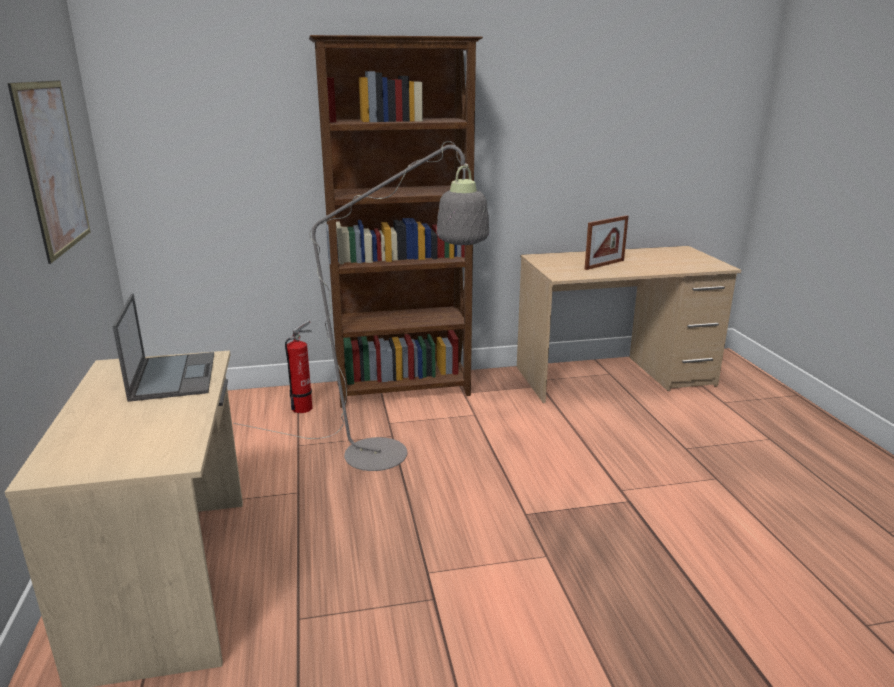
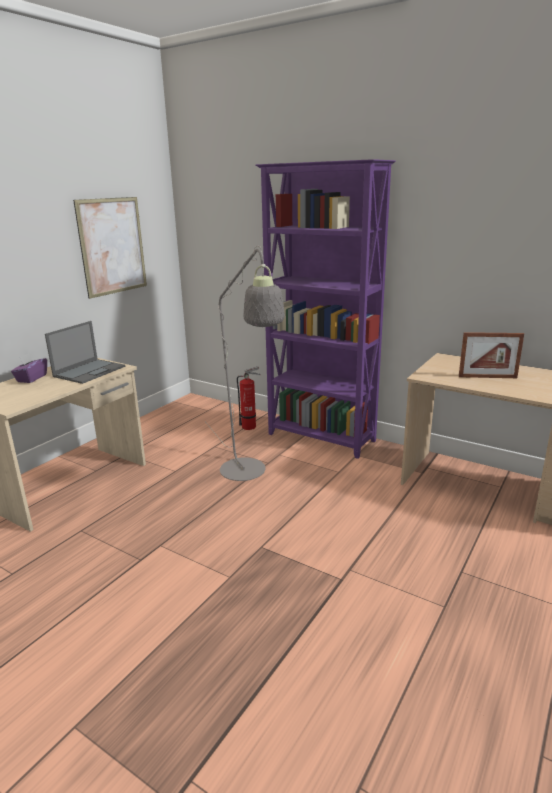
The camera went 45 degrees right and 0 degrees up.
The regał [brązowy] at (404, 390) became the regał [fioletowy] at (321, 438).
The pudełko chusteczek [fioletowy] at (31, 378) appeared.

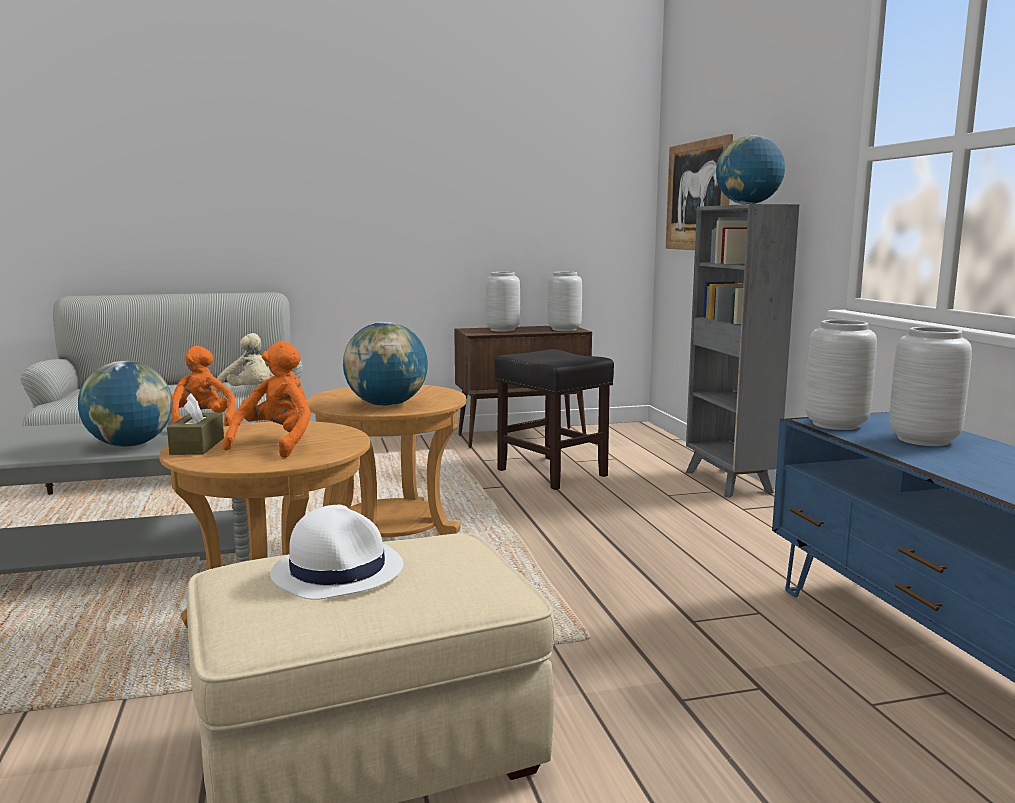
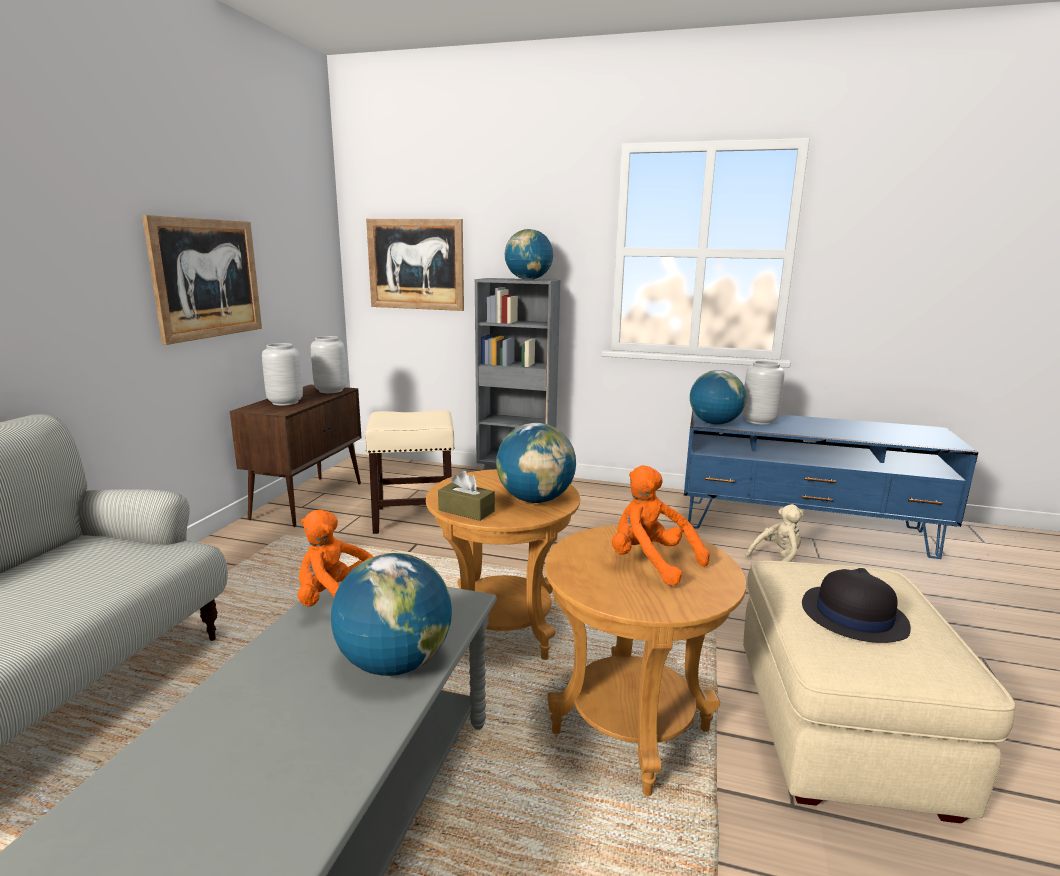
The camera went 60 degrees left and 5 degrees up.
The pudełko chusteczek [brązowy] moved from (197, 446) to (466, 511).
The pluszak [beżowy] moved from (249, 392) to (777, 559).
The kapelusz [biały] at (338, 570) became the kapelusz [czarny] at (852, 615).
The stołek [czarny] at (553, 473) became the stołek [beżowy] at (415, 518).
The wazon [szary] at (834, 424) was replaced by the globus at (714, 423).
The obraz at (207, 278) appeared.

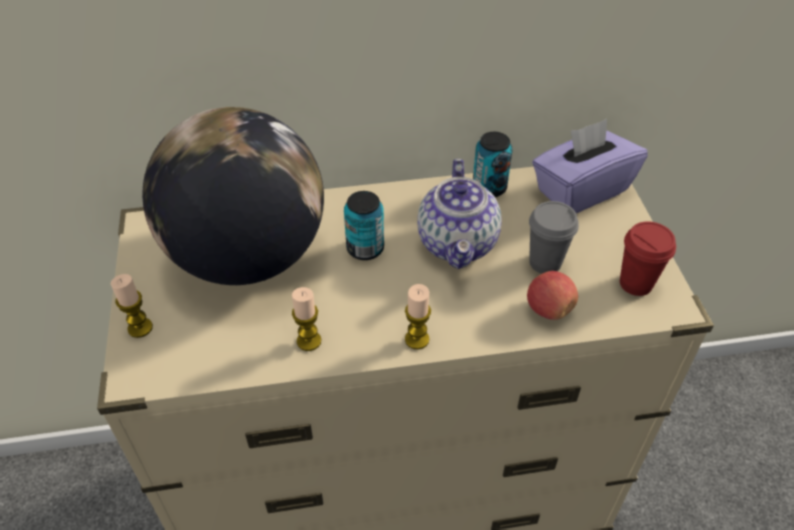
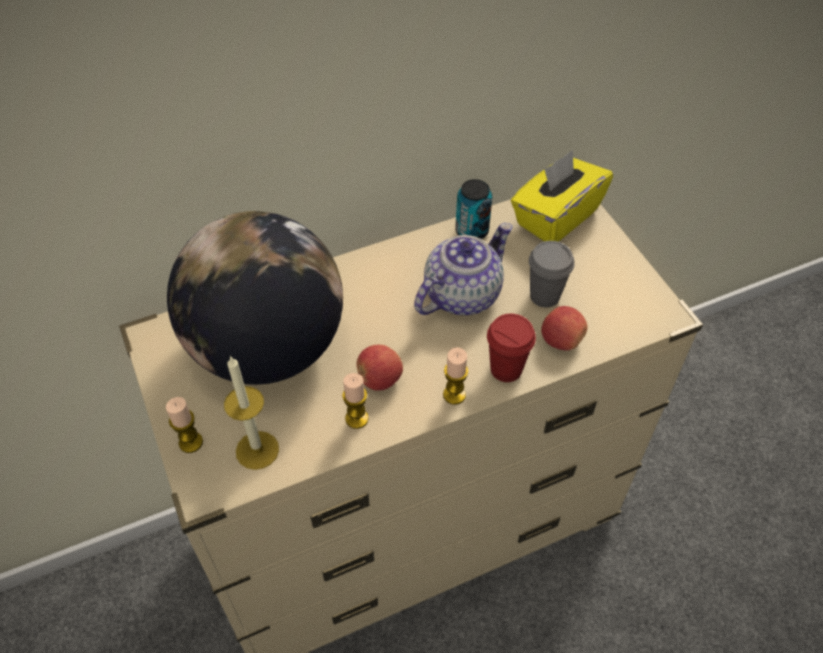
The camera went 15 degrees left and 5 degrees up.
The puszka at (365, 248) disappeared.
The imbryk at (458, 244) turned 120 degrees counterclockwise.
The pudełko chusteczek [fioletowy] at (581, 190) became the pudełko chusteczek [żółty] at (556, 217).
The filiżanka [czerwony] moved from (635, 283) to (506, 369).
The świeca at (257, 450) appeared.
The jabłko at (379, 379) appeared.

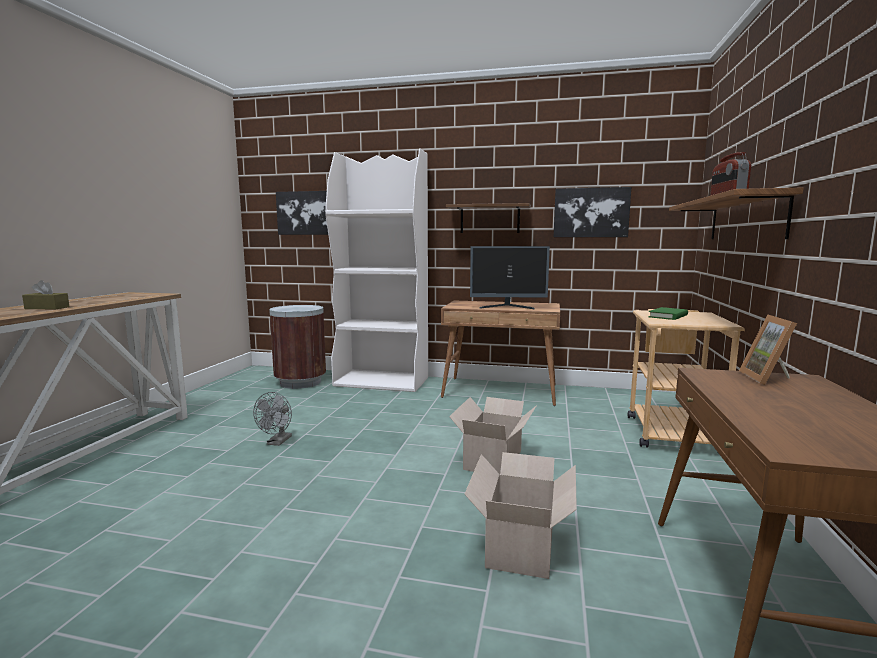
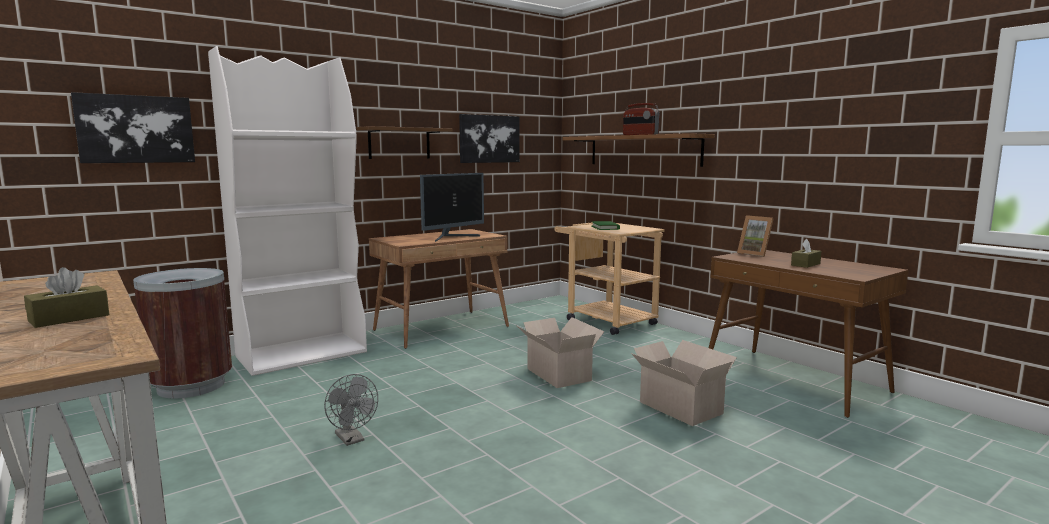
The camera went 50 degrees left and 0 degrees up.
The pudełko chusteczek [brązowy] at (805, 264) appeared.

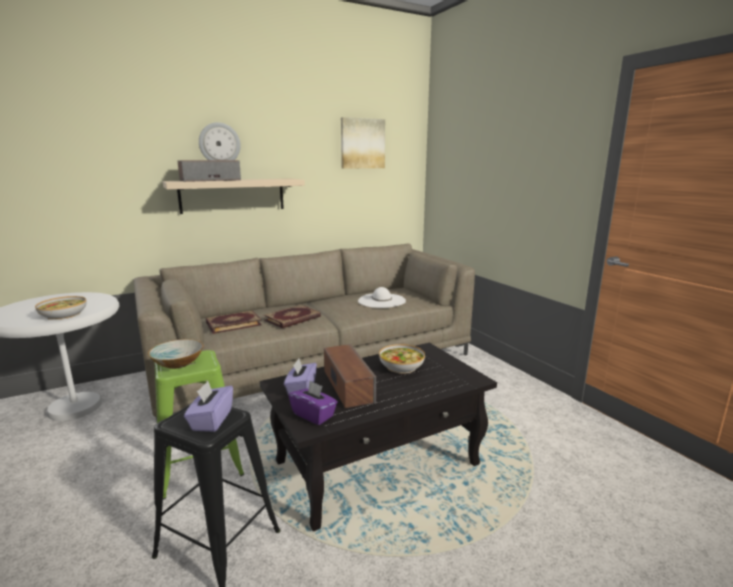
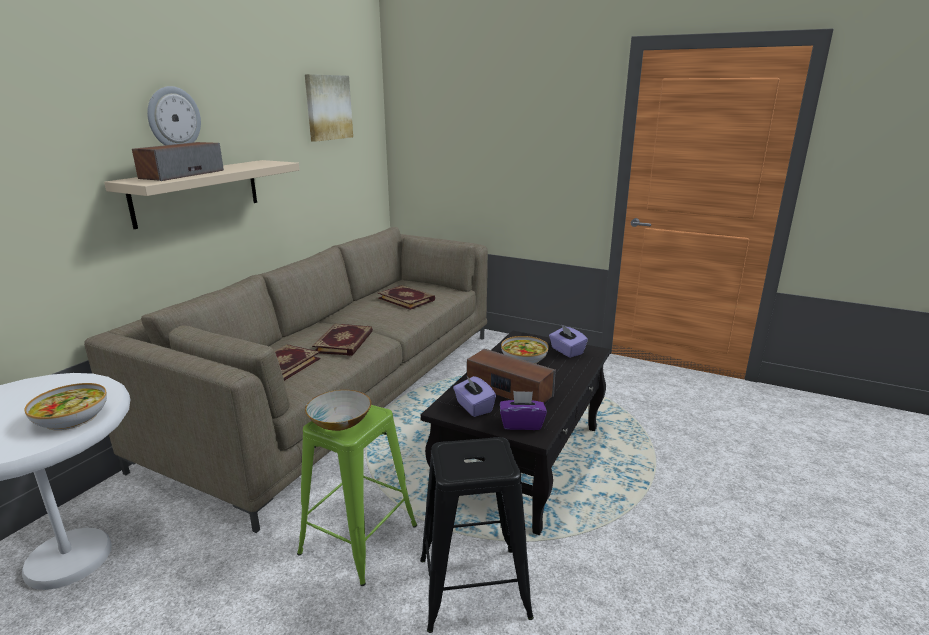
The camera went 35 degrees left and 5 degrees up.
The pudełko chusteczek [fioletowy] moved from (211, 420) to (566, 351).
The kapelusz [biały] at (381, 300) was replaced by the książka at (407, 299).

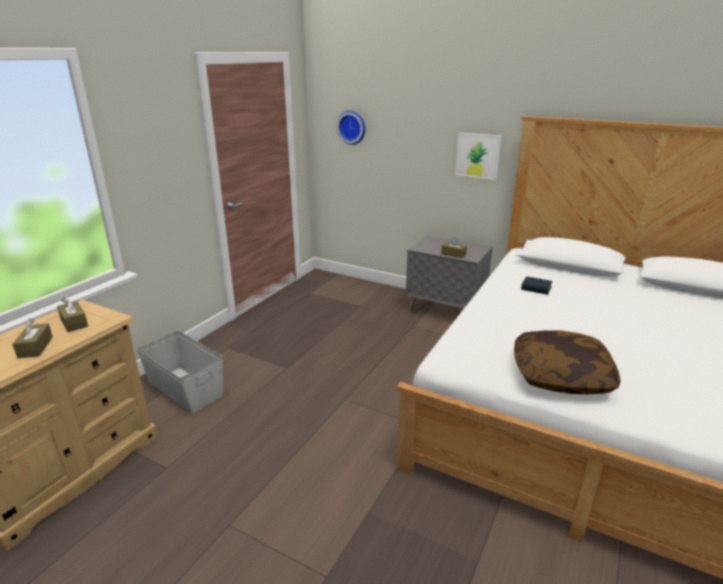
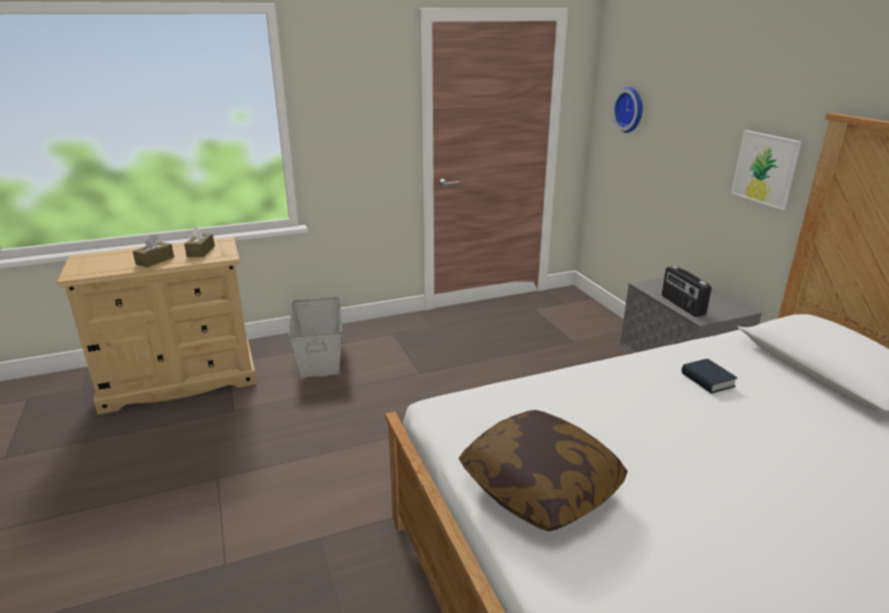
The camera went 40 degrees right and 0 degrees up.
The pudełko chusteczek [brązowy] at (453, 254) was replaced by the radio at (682, 305).

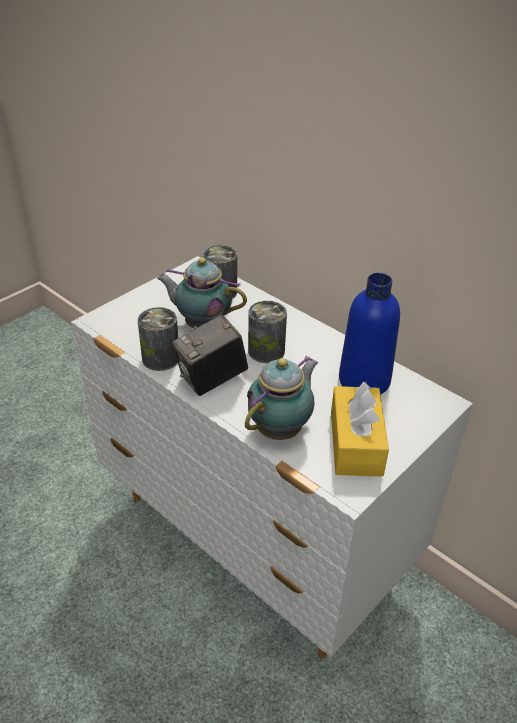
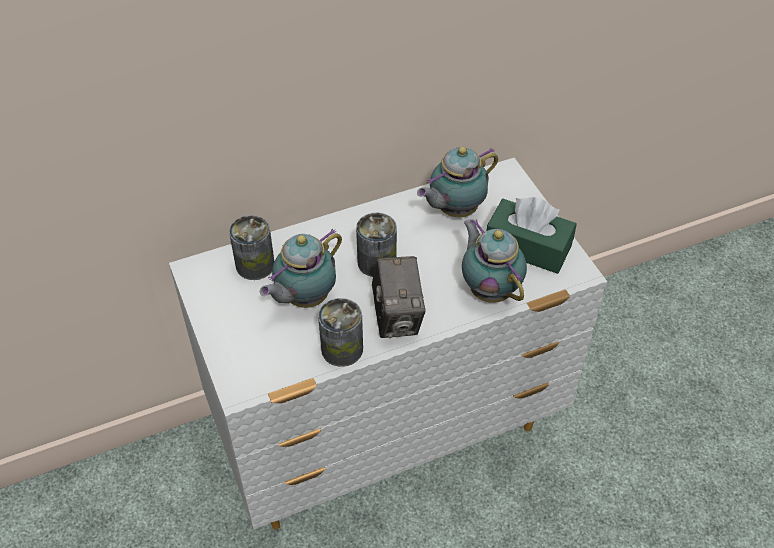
The camera went 65 degrees left and 10 degrees up.
The pudełko chusteczek [żółty] at (356, 443) became the pudełko chusteczek [zielony] at (528, 247).
The butelka [niebieski] at (364, 380) was replaced by the imbryk at (454, 210).

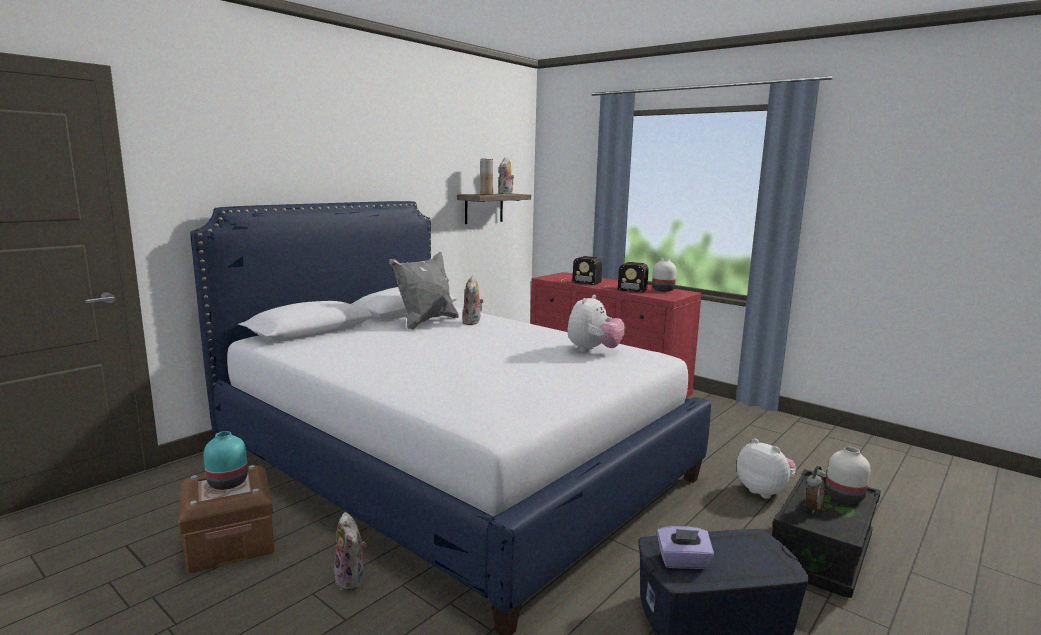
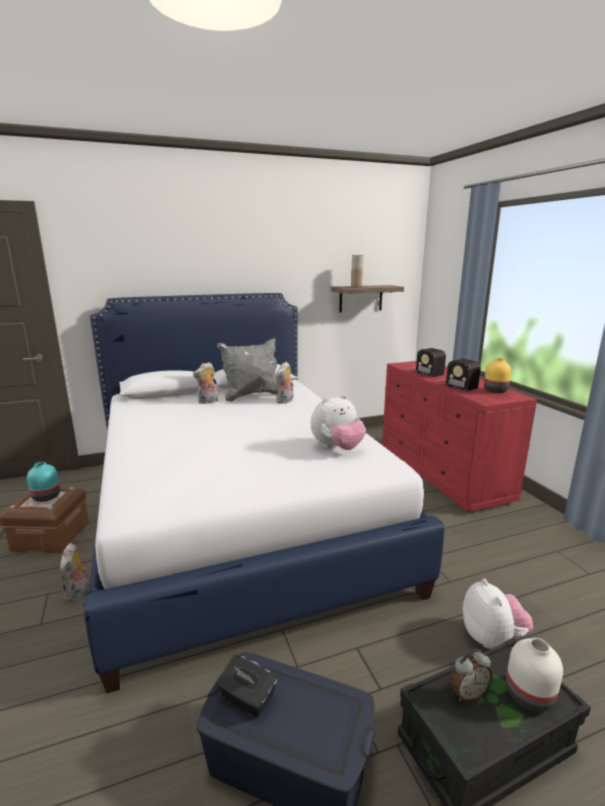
The camera went 30 degrees right and 5 degrees up.
The pluszak moved from (506, 193) to (208, 402).
The wazon [biały] at (662, 290) became the wazon [żółty] at (495, 390).
The pudełko chusteczek [fioletowy] at (683, 562) became the pudełko chusteczek [czarny] at (247, 698).

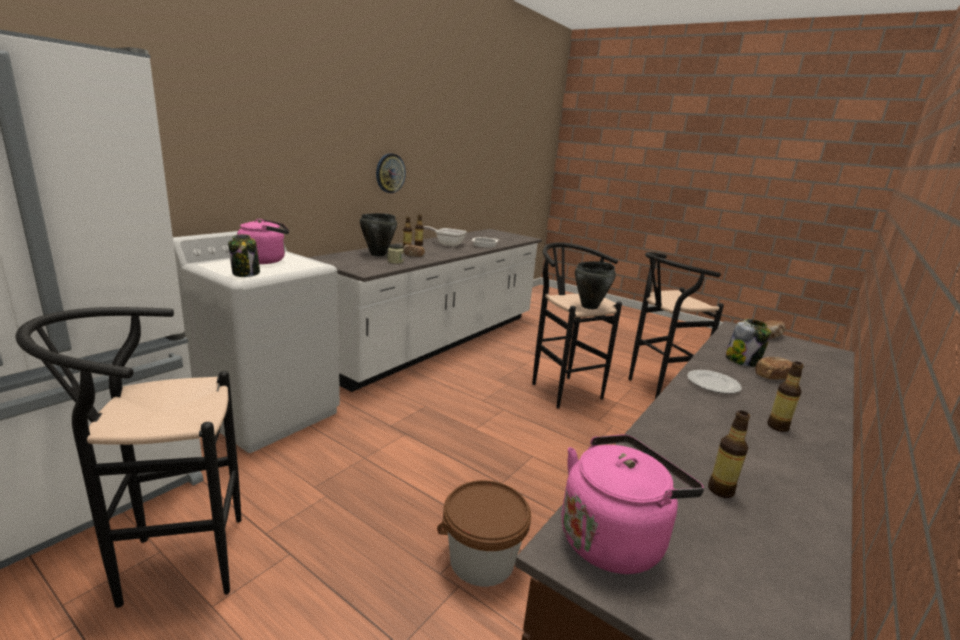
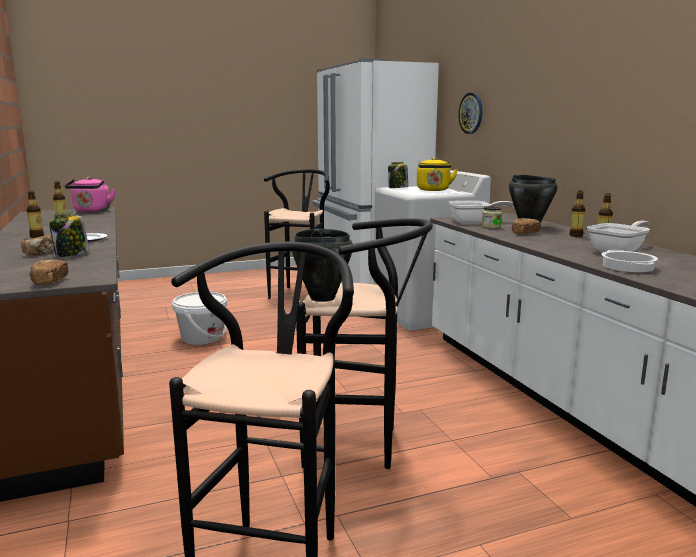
The camera went 125 degrees right and 5 degrees down.
The czajnik [różowy] at (266, 260) became the czajnik [żółty] at (433, 190).
The zegar ścienny moved from (390, 173) to (471, 113).
The wiadro [brązowy] at (482, 560) became the wiadro [biały] at (202, 338).
The patelnia at (473, 222) appeared.

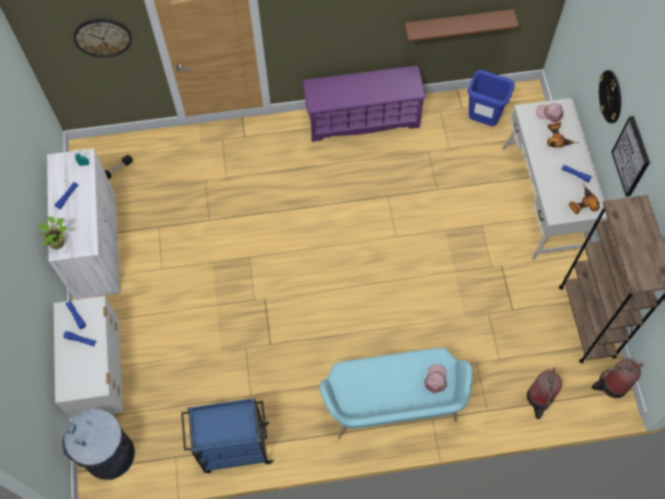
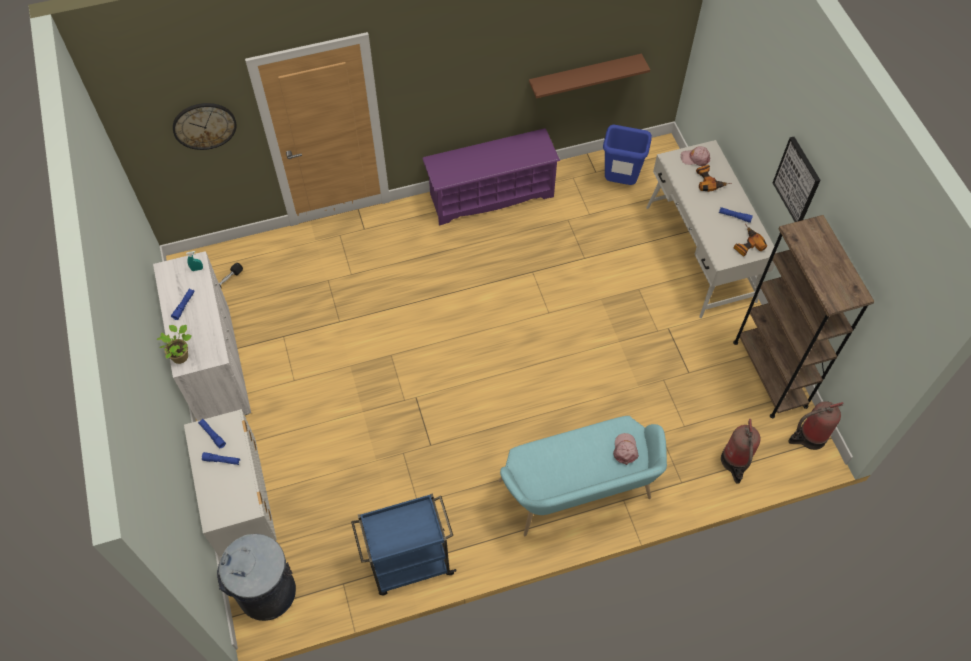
The camera went 10 degrees left and 5 degrees down.
The zegar ścienny at (610, 96) disappeared.

